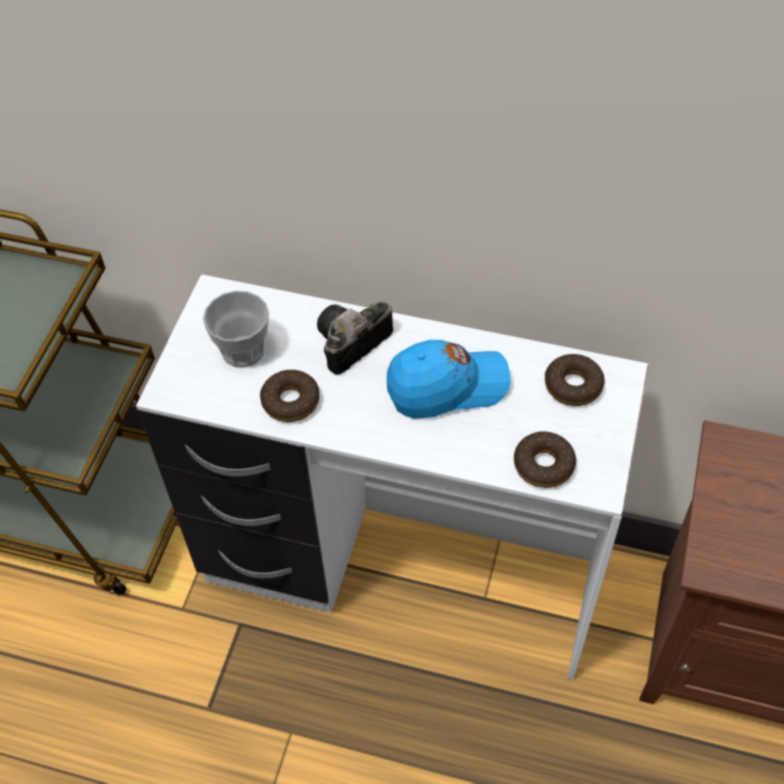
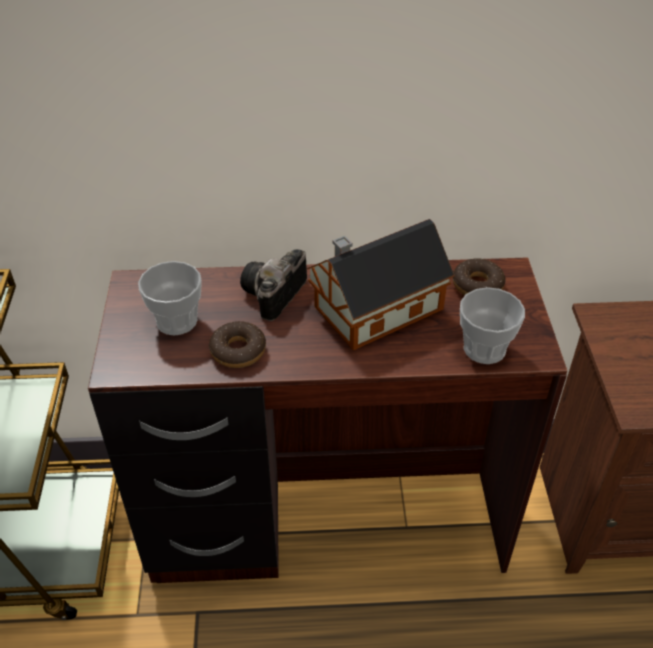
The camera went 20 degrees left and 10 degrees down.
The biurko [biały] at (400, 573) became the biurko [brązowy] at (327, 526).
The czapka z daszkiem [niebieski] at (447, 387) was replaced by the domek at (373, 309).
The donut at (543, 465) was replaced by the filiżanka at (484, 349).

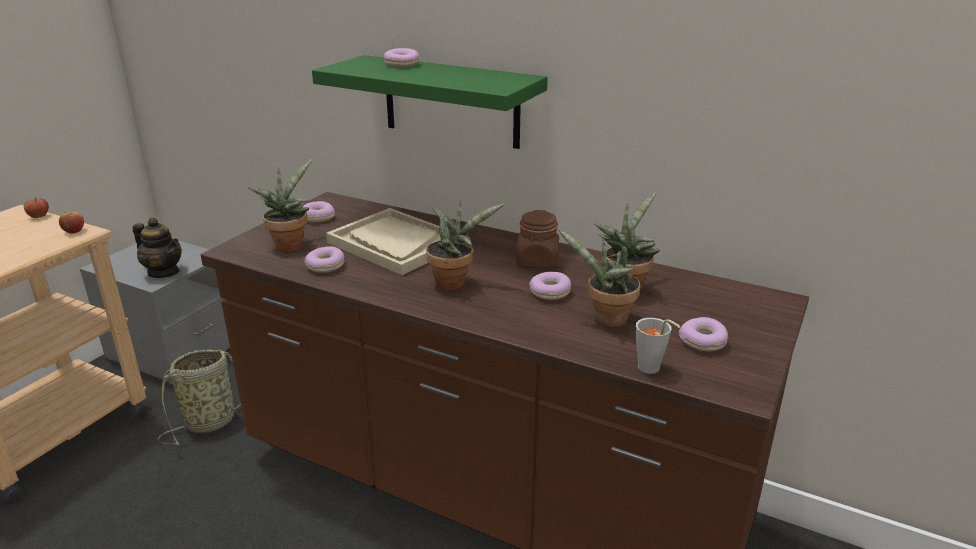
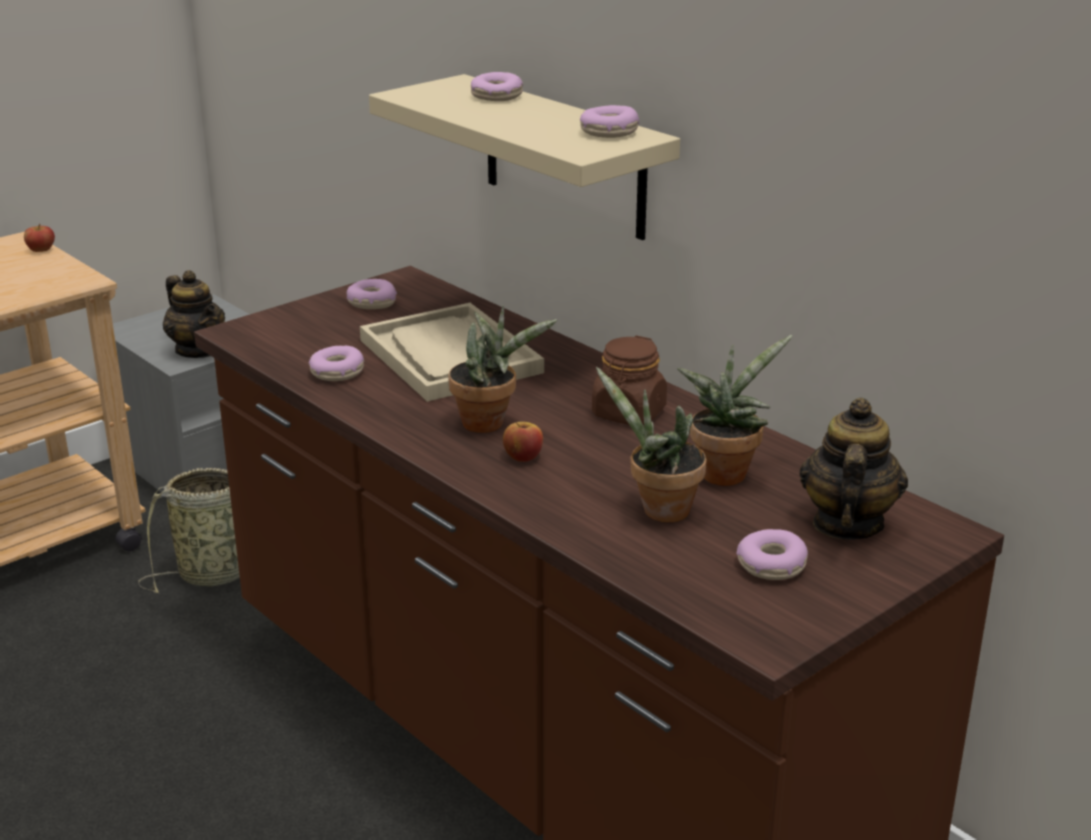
The camera went 20 degrees right and 0 degrees up.
The jabłko moved from (74, 231) to (522, 457).
The roślina doniczkowa at (290, 244) disappeared.
The półka [zielony] at (451, 101) became the półka [beżowy] at (564, 157).
The donut moved from (550, 292) to (609, 132).
The filiżanka [szary] at (652, 370) disappeared.
The imbryk at (846, 524) appeared.

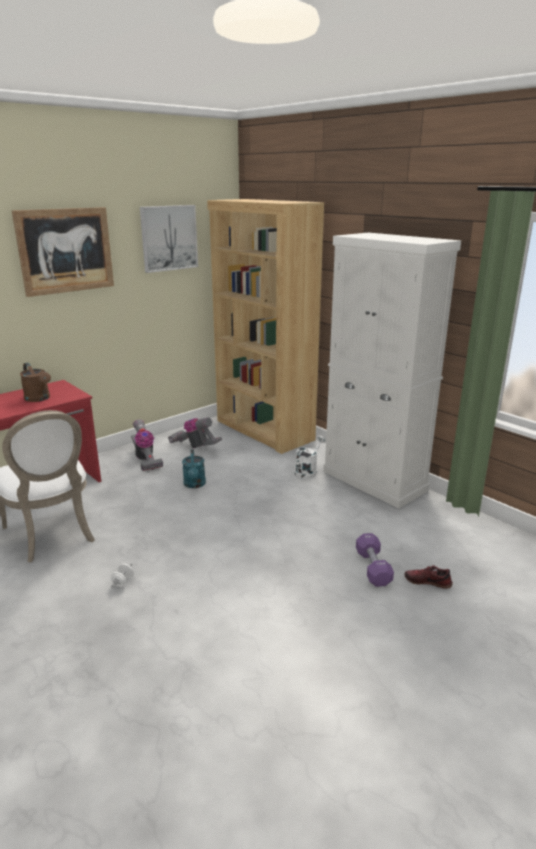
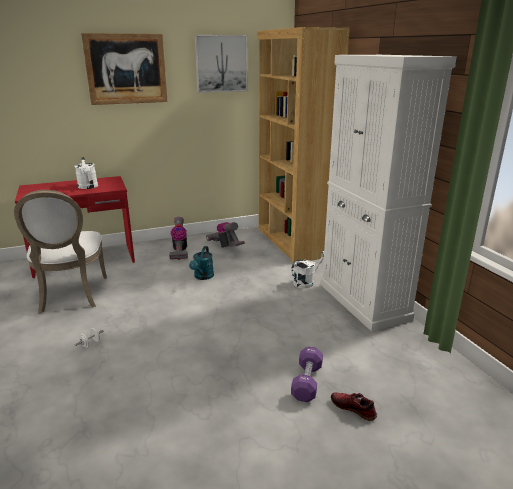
The camera went 20 degrees right and 0 degrees up.
The konewka [brązowy] at (39, 399) became the konewka [biały] at (88, 187).

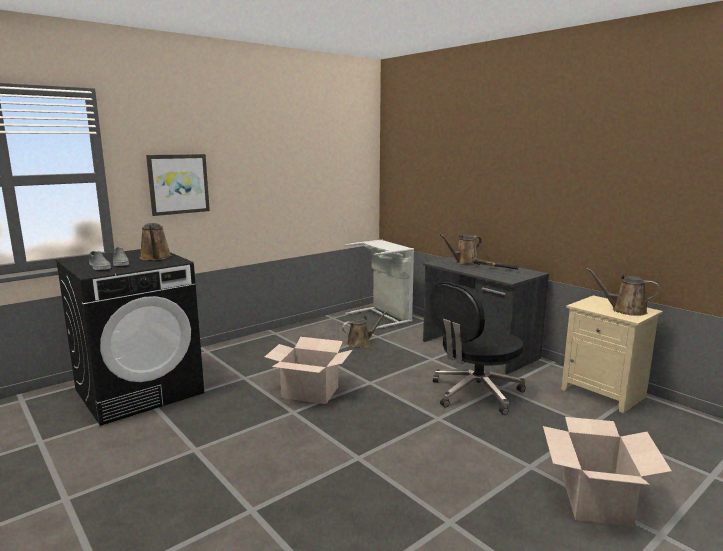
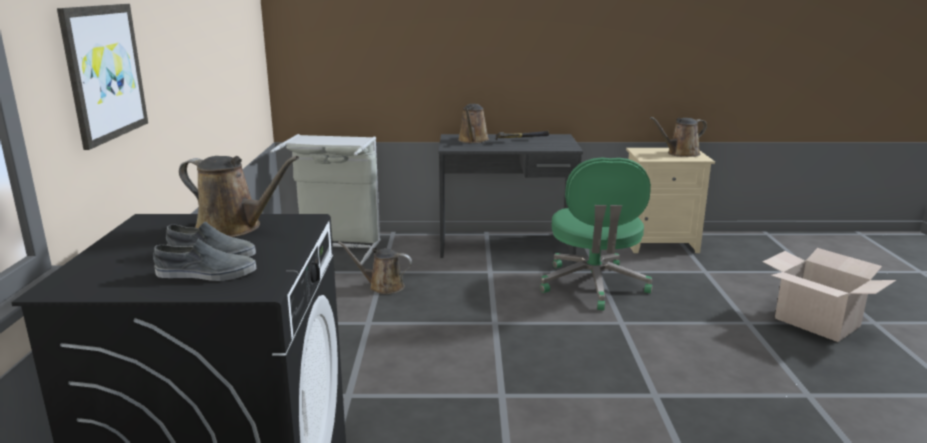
The camera went 50 degrees left and 5 degrees up.
The karton at (310, 392) disappeared.
The konewka [brązowy] at (361, 343) turned 90 degrees counterclockwise.
The krzesło biurowe [czarny] at (475, 393) became the krzesło biurowe [zielony] at (593, 286).

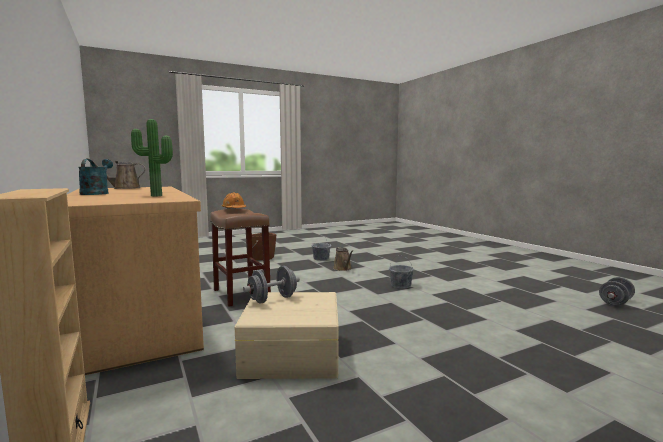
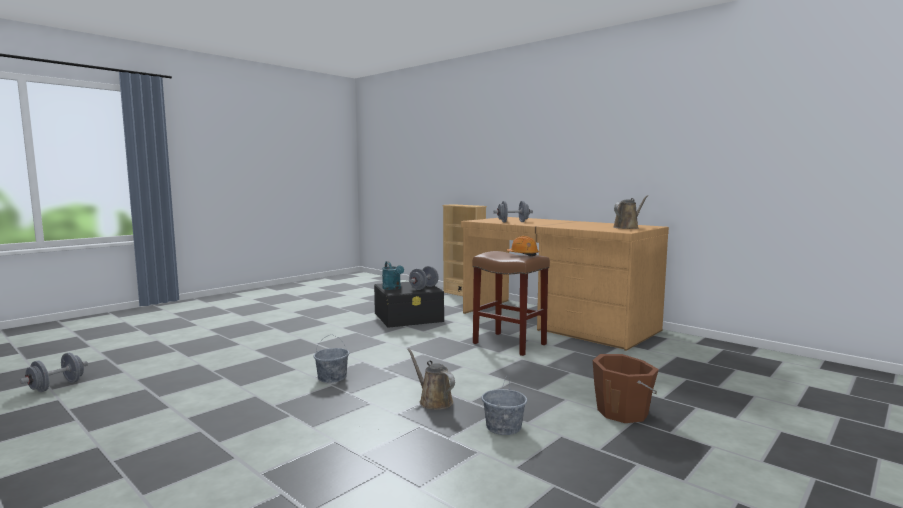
The camera went 160 degrees right and 0 degrees up.
The konewka [turkusowy] moved from (96, 193) to (393, 288).
The roślina doniczkowa at (155, 196) was replaced by the hantel [szary] at (513, 222).
The pojemnik do przechowywania [beżowy] at (290, 353) became the pojemnik do przechowywania [czarny] at (409, 317).

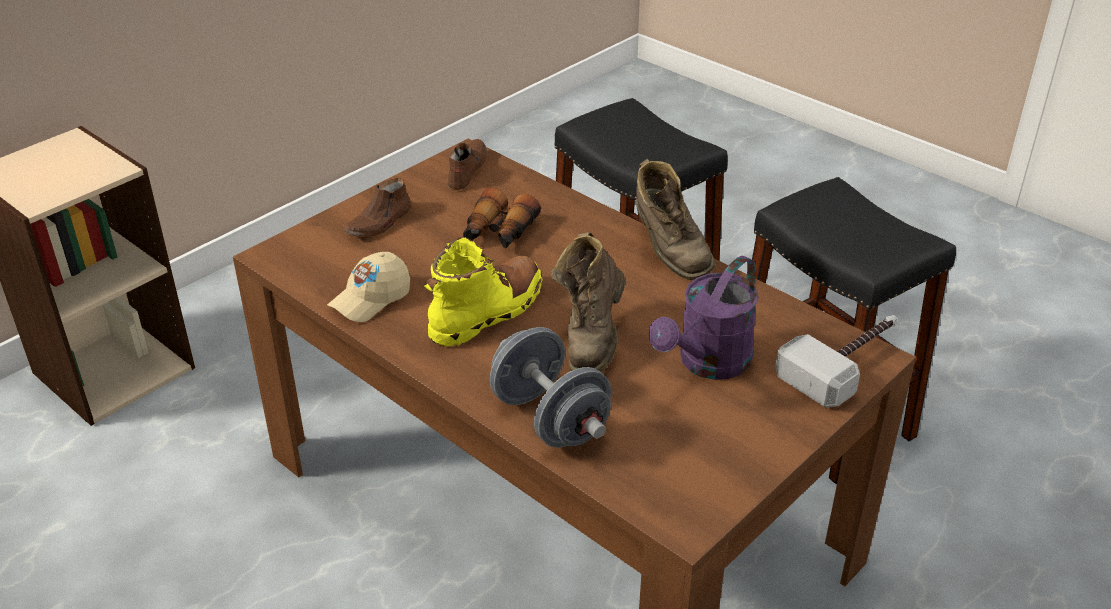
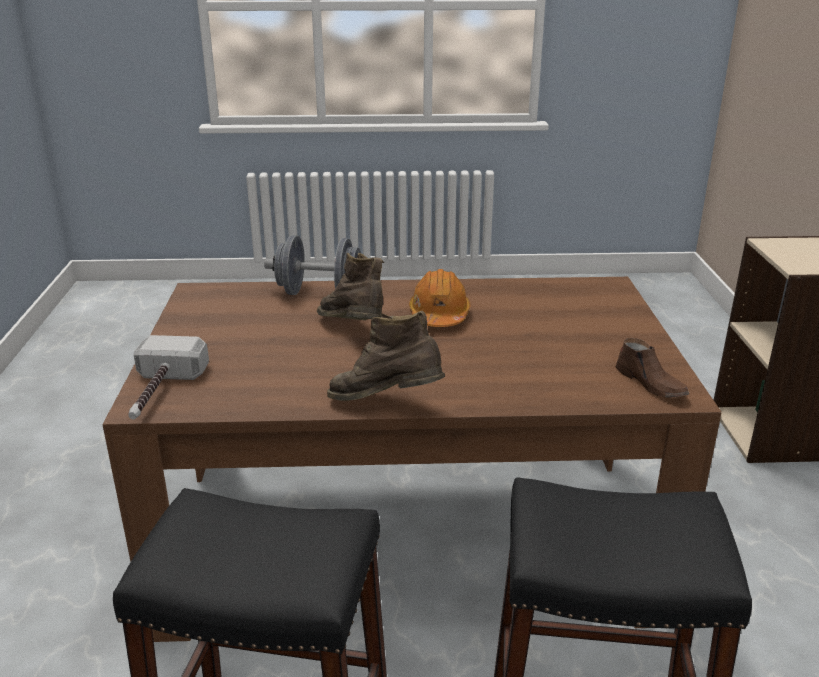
The camera went 135 degrees right and 10 degrees down.
The czapka z daszkiem [beżowy] at (370, 299) disappeared.
The but [brązowy] at (380, 222) disappeared.
The but z cholewką [żółty] at (487, 312) was replaced by the kask [pomarańczowy] at (439, 315).
The lornetka at (498, 233) disappeared.
The konewka [fioletowy] at (707, 364) disappeared.

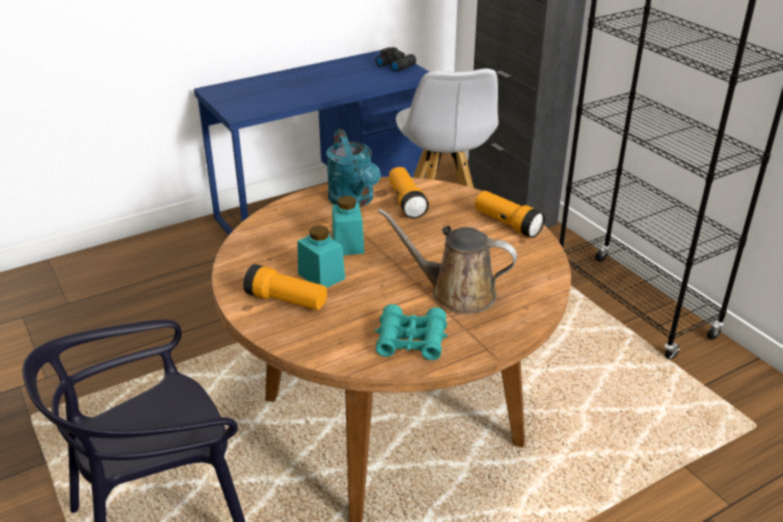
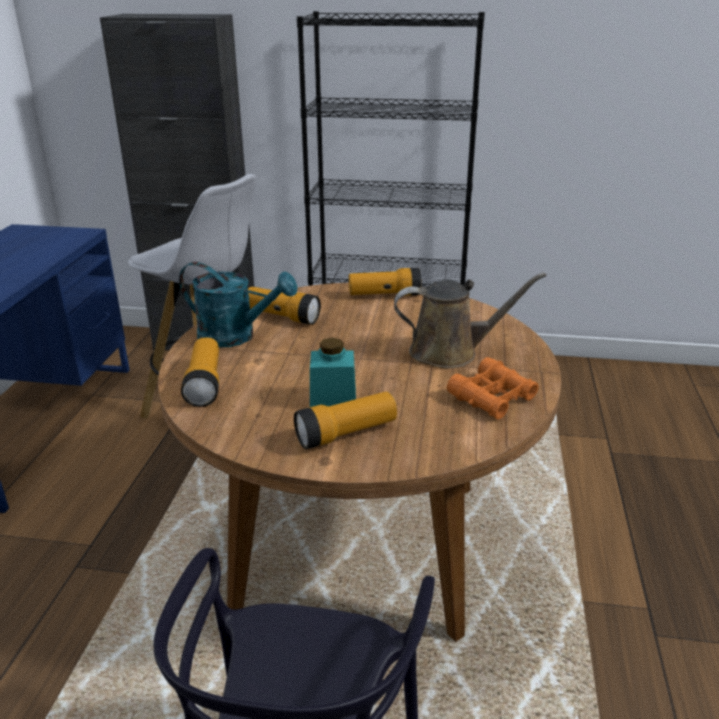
The camera went 50 degrees left and 5 degrees down.
The słoik [turkusowy] at (348, 244) disappeared.
The lornetka [czarny] at (395, 65) disappeared.
The lornetka [turkusowy] at (411, 341) became the lornetka [pomarańczowy] at (492, 397).
The konewka [brązowy] at (456, 293) turned 150 degrees counterclockwise.
The latarka at (205, 384) appeared.

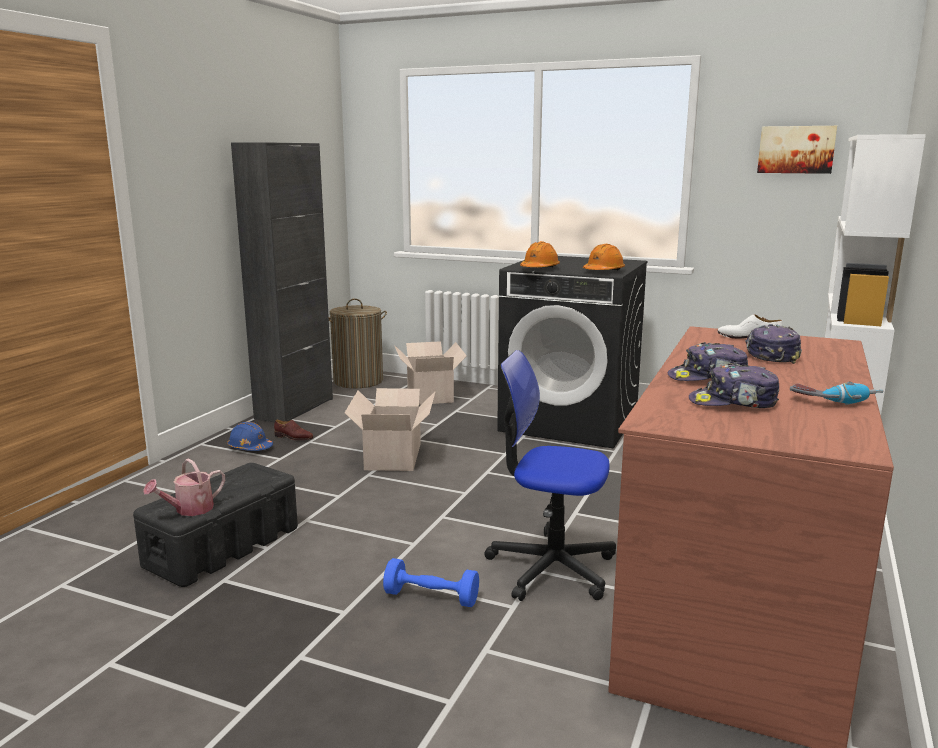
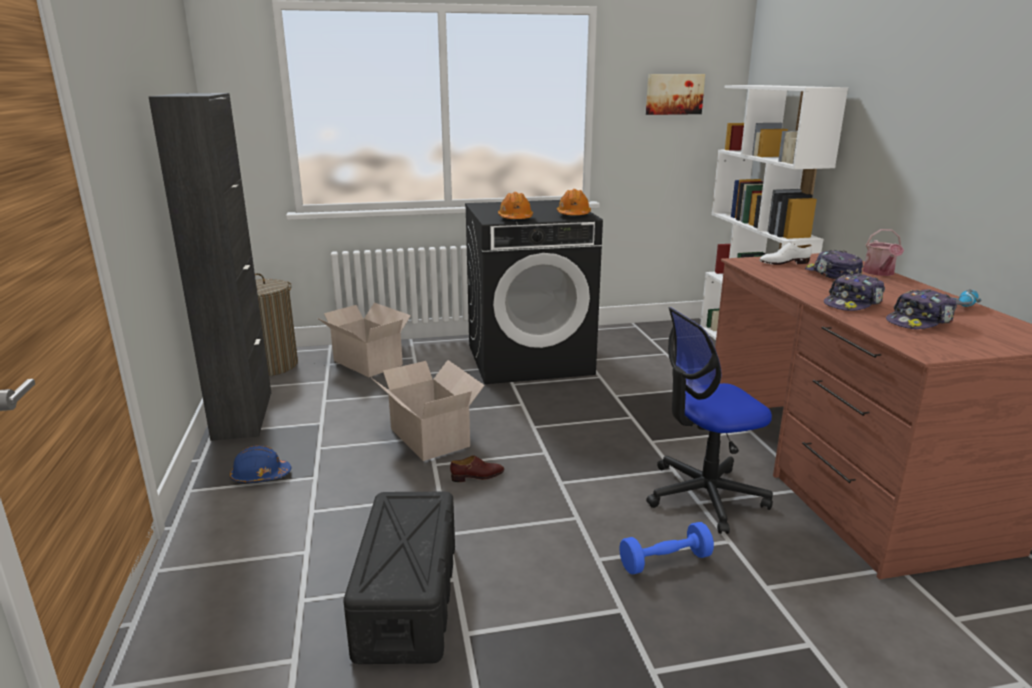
The camera went 35 degrees left and 5 degrees up.
The konewka moved from (189, 510) to (879, 273).
The but [brązowy] moved from (293, 437) to (477, 476).

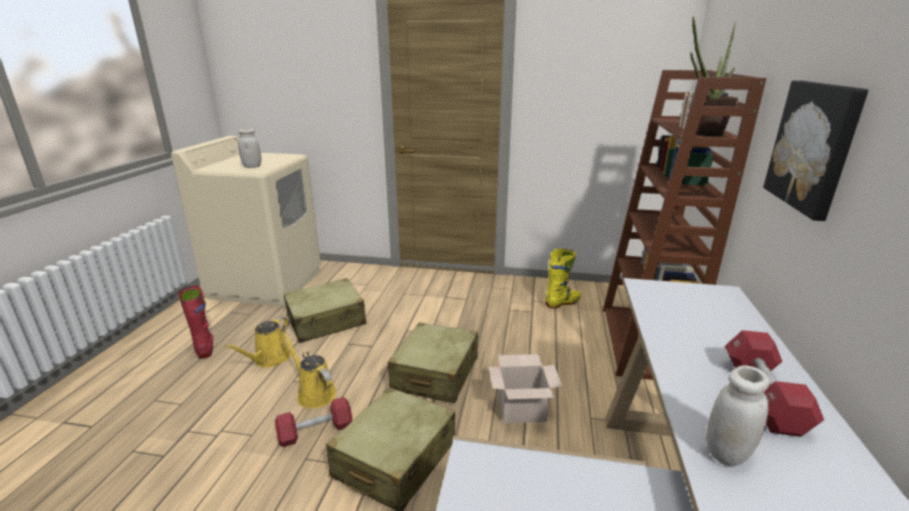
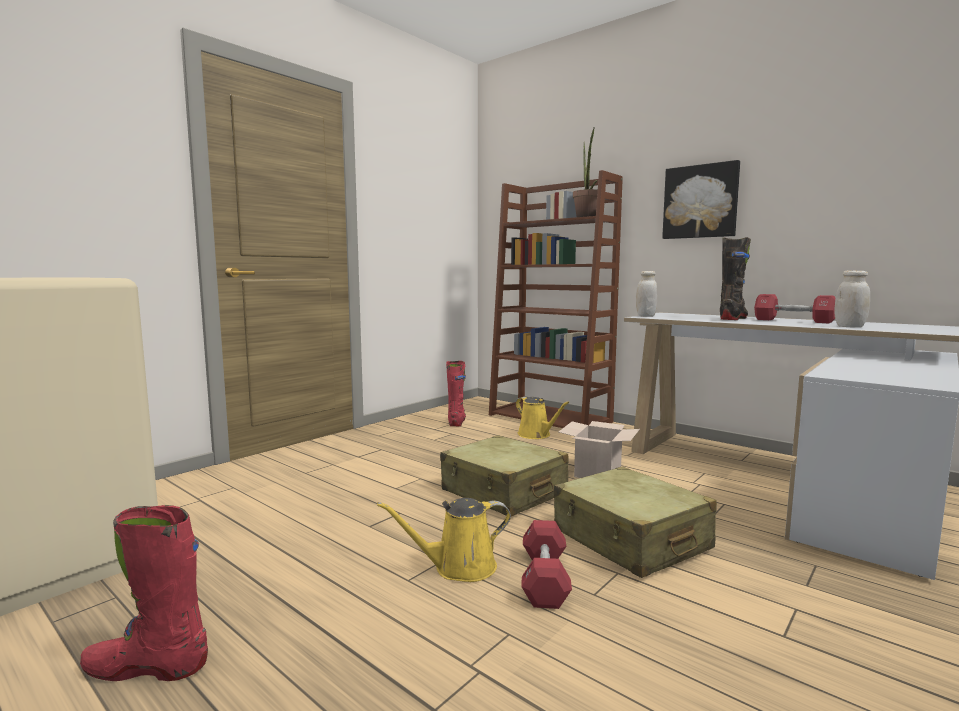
The camera went 60 degrees left and 15 degrees down.
The konewka [żółty] moved from (270, 359) to (536, 435).
The słoik [biały] moved from (252, 166) to (645, 316).
The walizka [beżowy] at (326, 321) disappeared.
The but z cholewką [żółty] at (563, 303) became the but z cholewką [czerwony] at (457, 422).
The but z cholewką [czarny] at (733, 318) appeared.

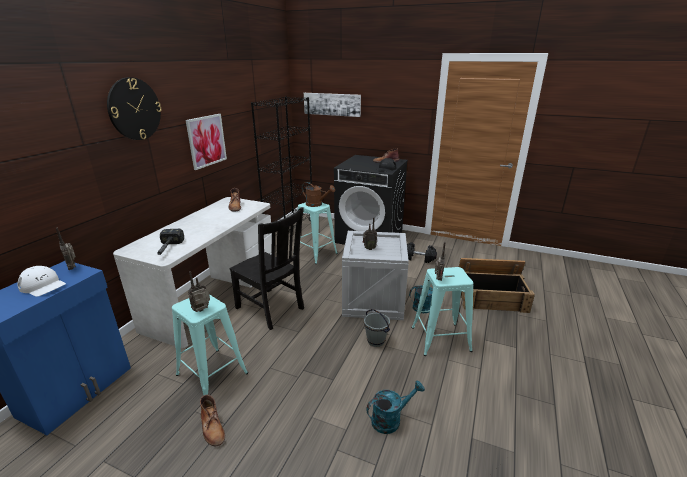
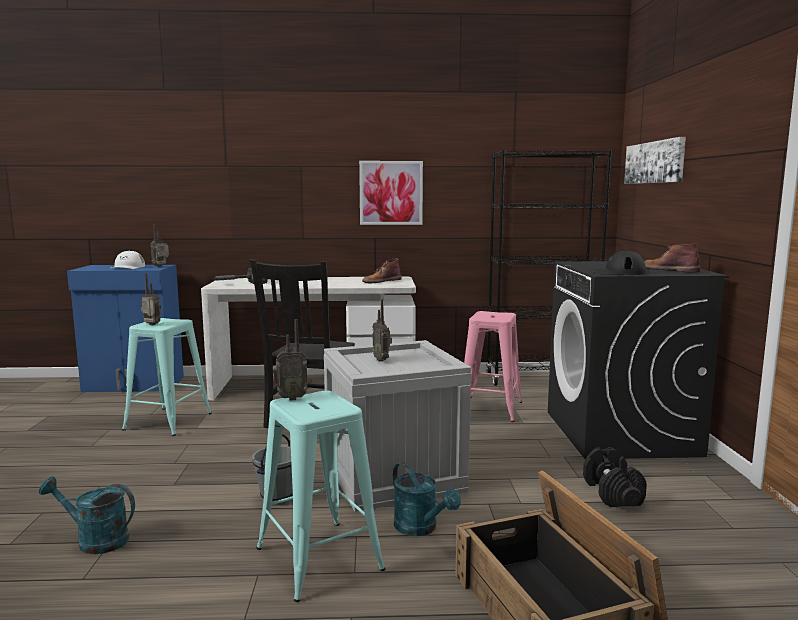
The camera went 65 degrees right and 15 degrees down.
The zegar ścienny at (134, 109) disappeared.
The but z cholewką [brązowy] at (212, 427) disappeared.
The stołek [turkusowy] at (315, 253) became the stołek [różowy] at (490, 409).
The konewka [brązowy] at (317, 204) disappeared.
The konewka [turkusowy] at (391, 419) turned 150 degrees clockwise.

